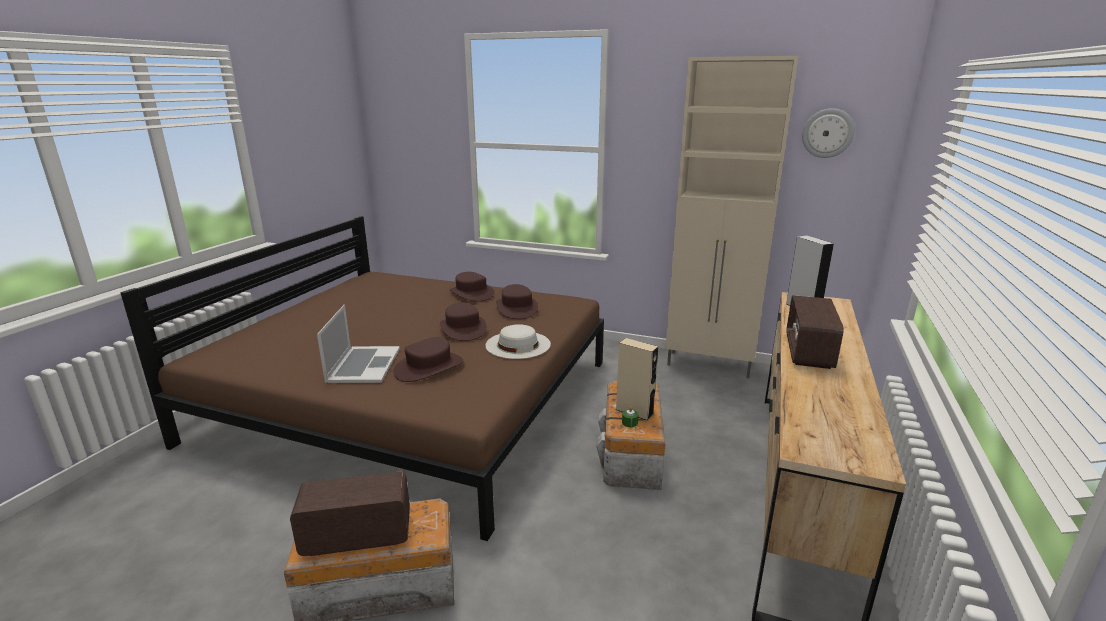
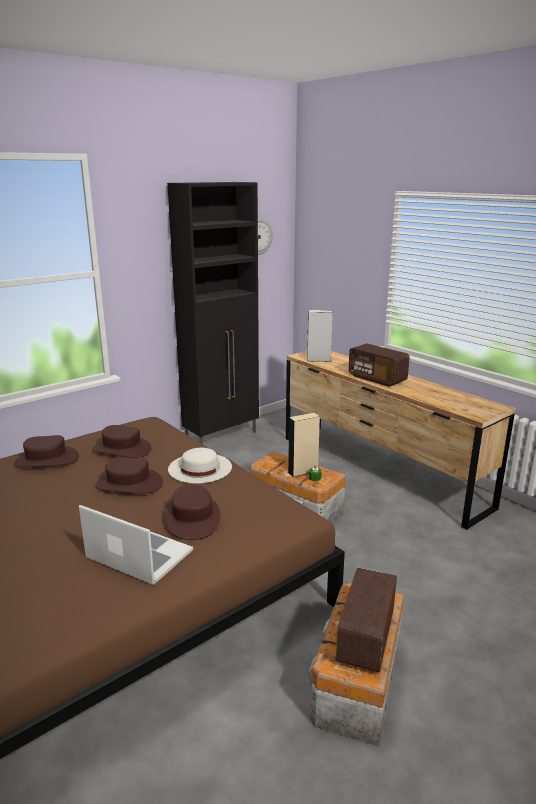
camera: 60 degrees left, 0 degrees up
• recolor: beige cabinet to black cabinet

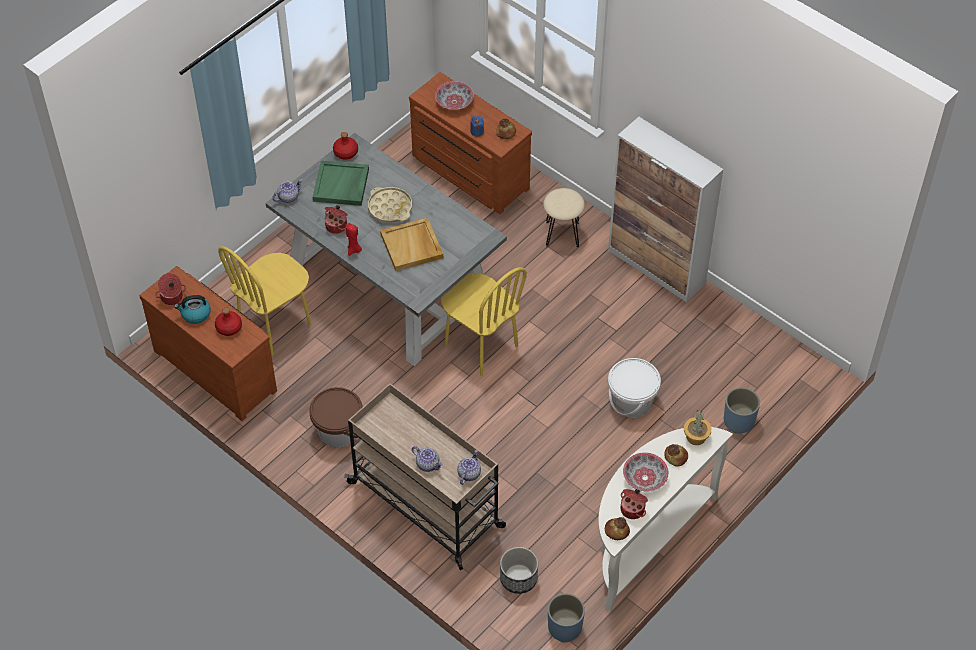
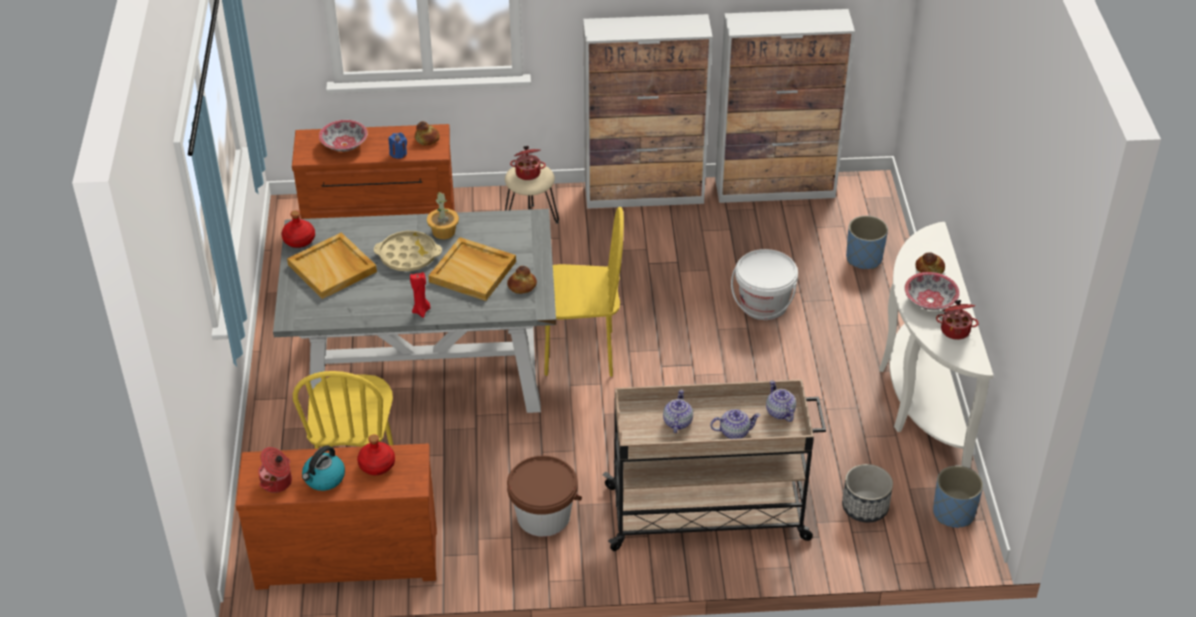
camera: 45 degrees left, 10 degrees down
• insert: cabinet (2nd from left)
• move: teapot (1st from left)
• move: cooking pot (2nd from left)
• move: bread (2nd from left)
• move: potted plant
• recolor: green tray to beige tray (1st from left)

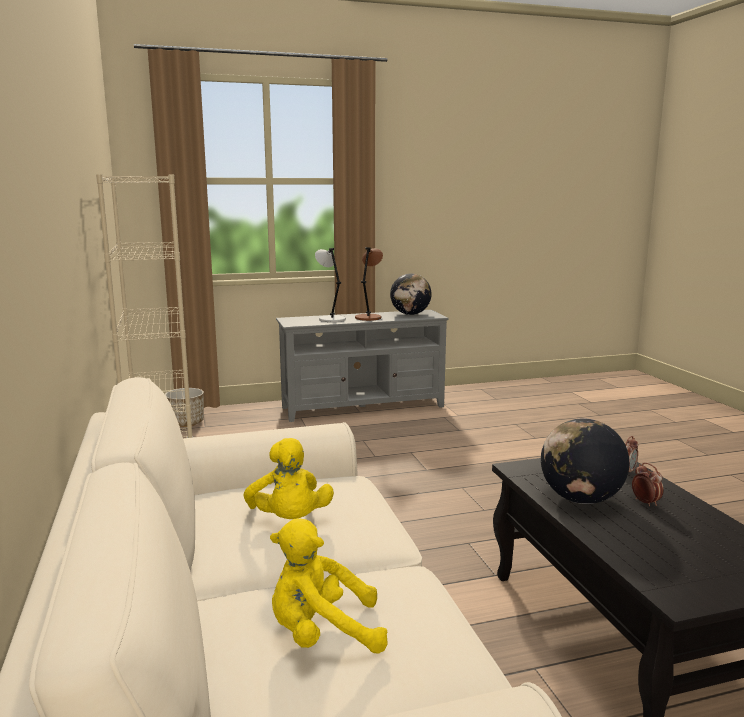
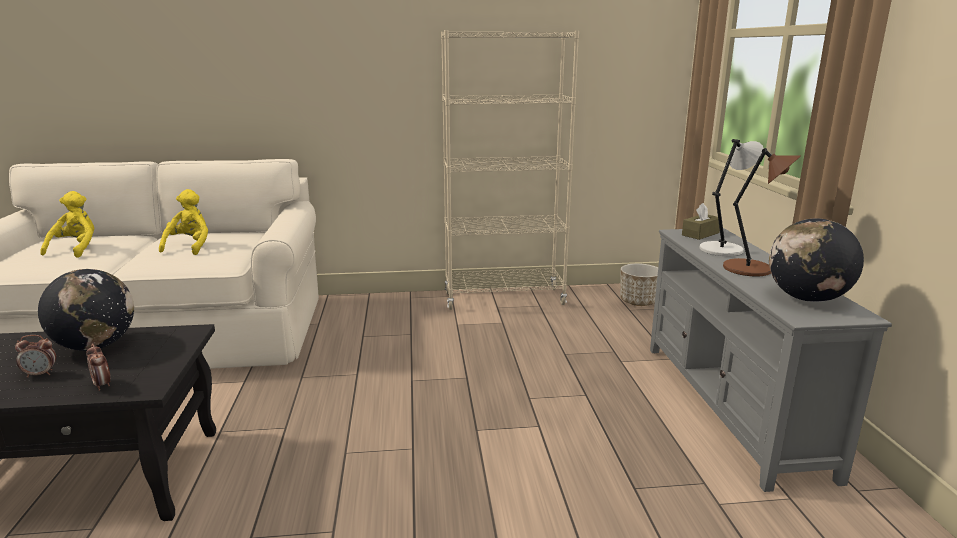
camera: 100 degrees right, 5 degrees up
• insert: brown tissue box
• rotate: yellow plush toy (1st from left in the first image) 105 degrees clockwise

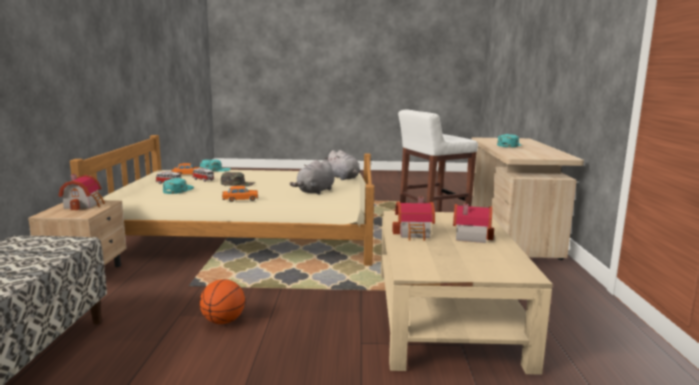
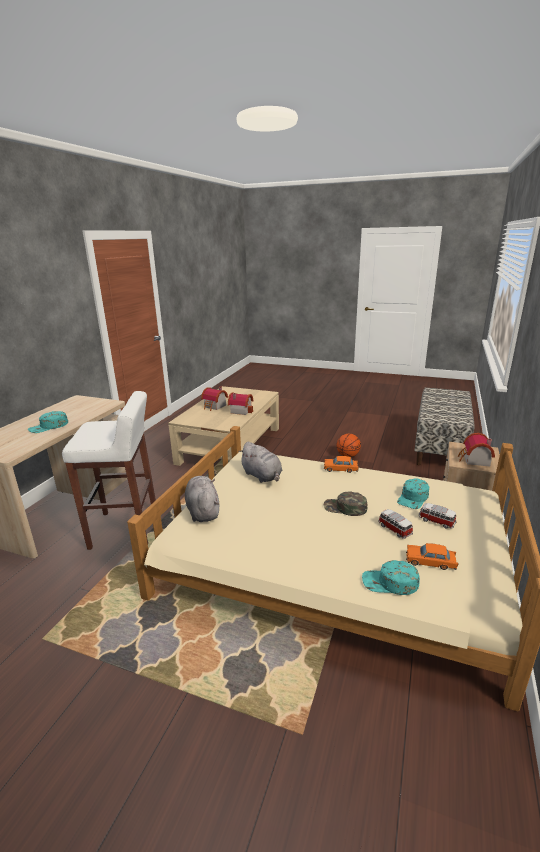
camera: 160 degrees left, 10 degrees up
• rotate: grey plush toy (1st from left in the first image) 90 degrees clockwise

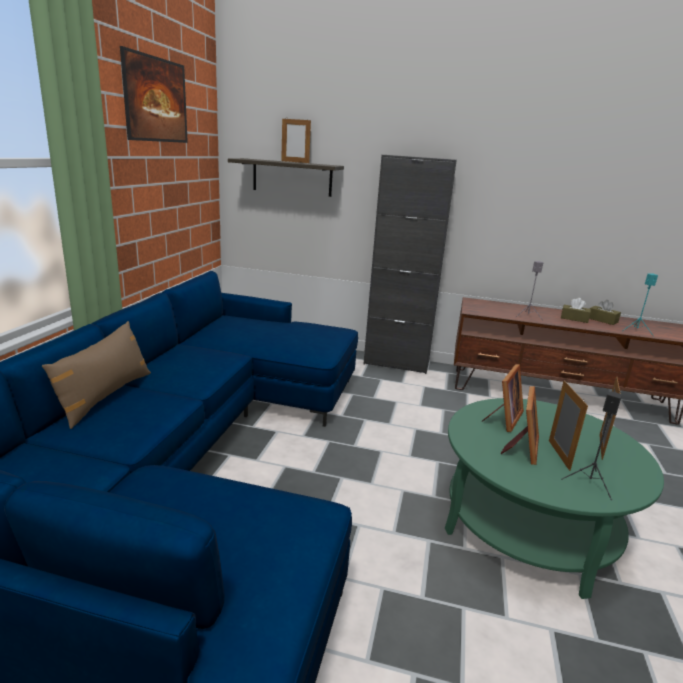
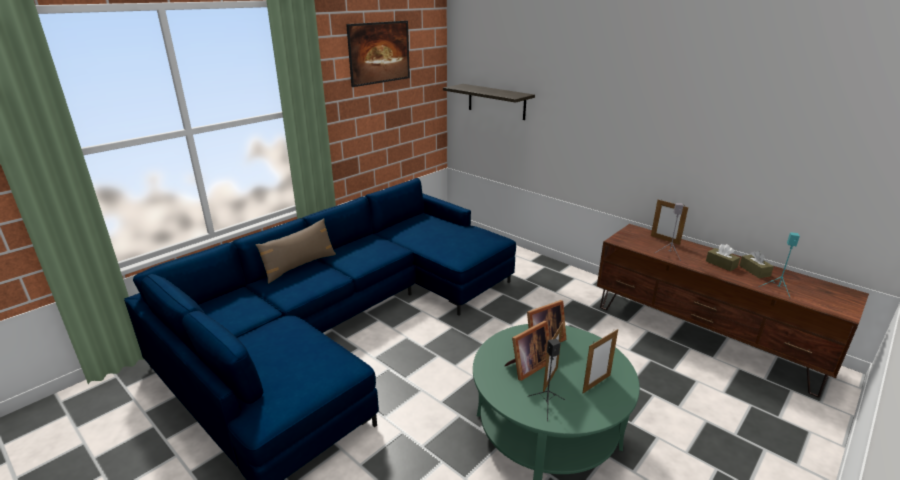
camera: 30 degrees right, 5 degrees up
• delete: black cabinet
• move: picture frame (1st from left in the first image) to picture frame (5th from left)

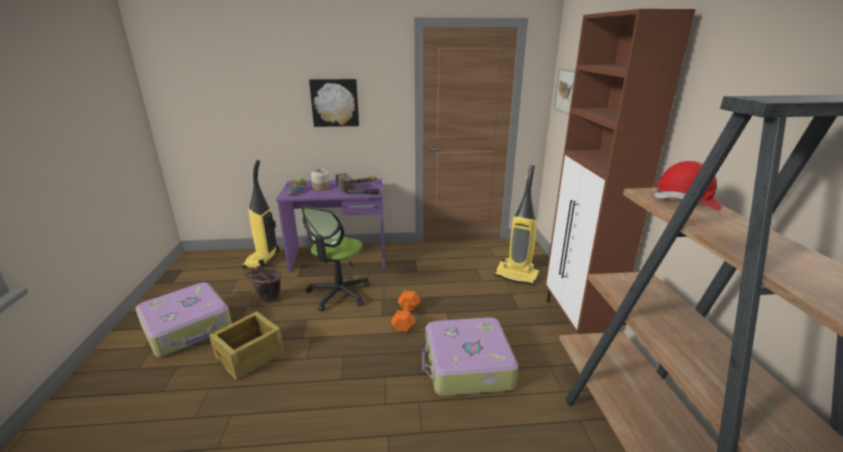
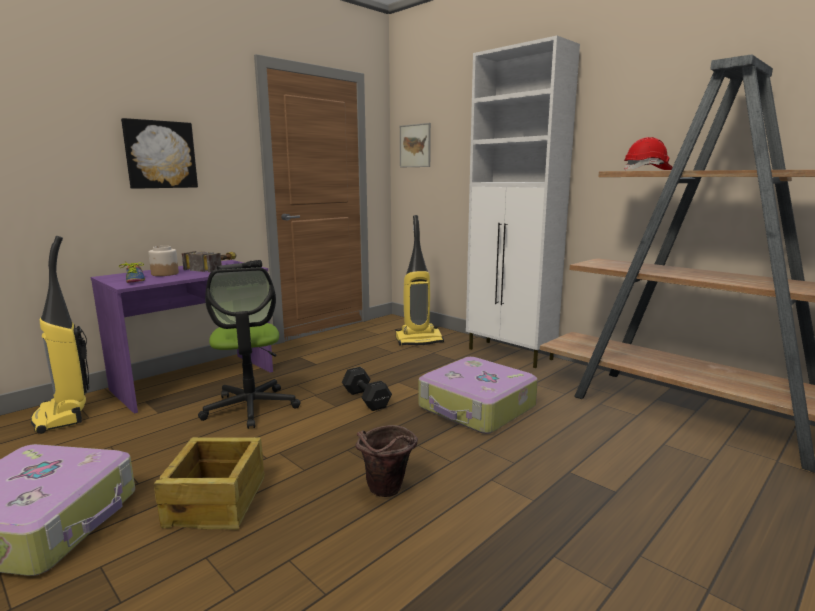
camera: 40 degrees left, 10 degrees down
• move: brown bucket
• recolor: orange dumbbell to black dumbbell
• recolor: brown cabinet to white cabinet

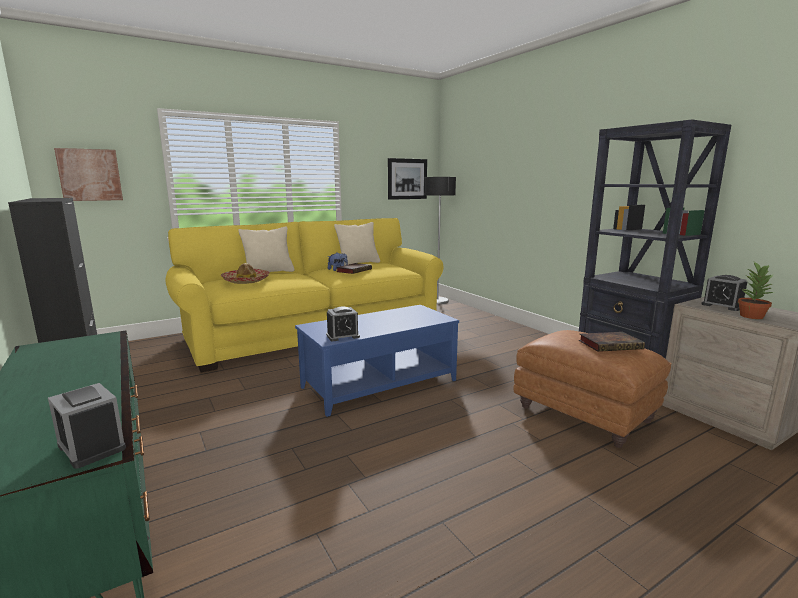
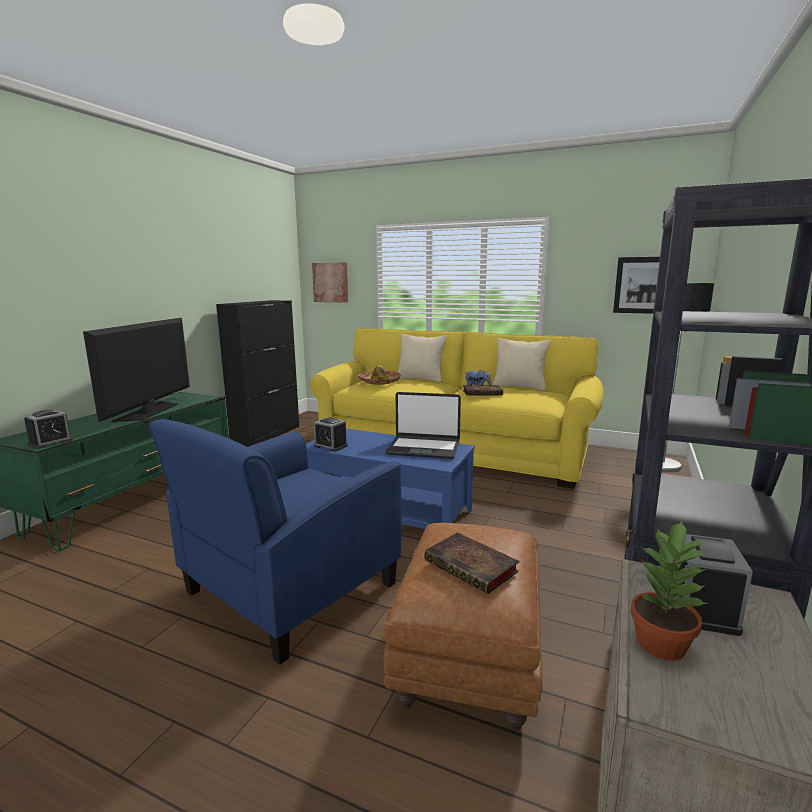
camera: 55 degrees right, 0 degrees up
• insert: television
• insert: blue armchair
• insert: laptop
• rotate: alarm clock (1st from left) 150 degrees counterclockwise

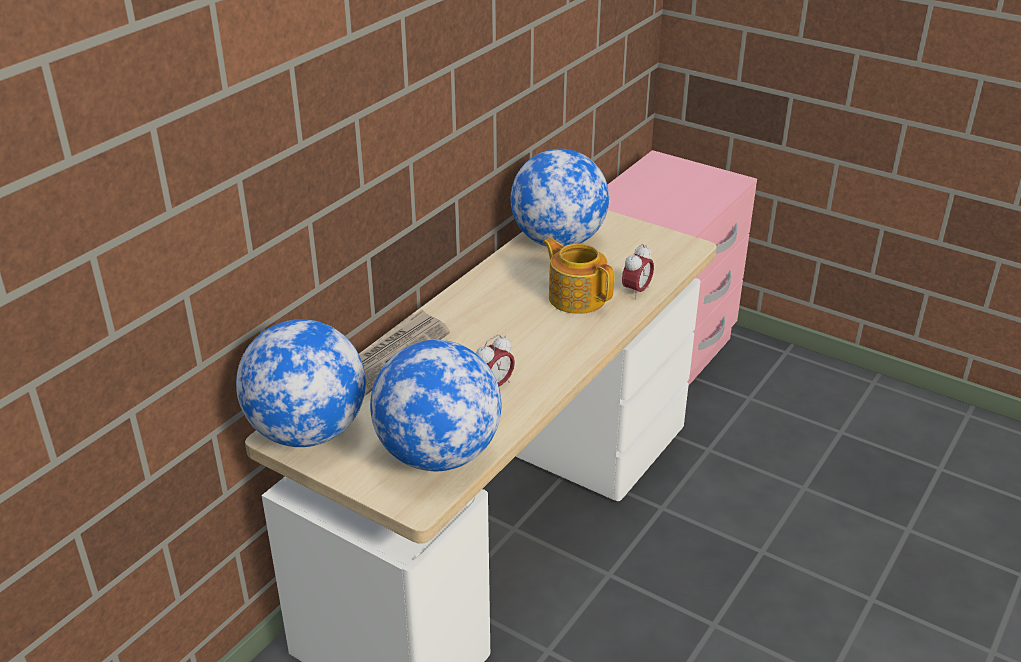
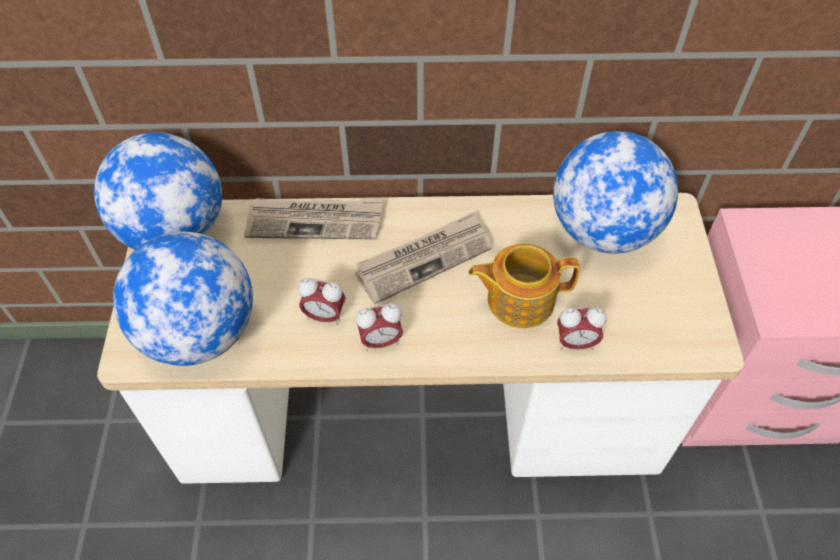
camera: 55 degrees right, 20 degrees up
• insert: newspaper (2nd from left)
• insert: alarm clock (2nd from left)
• rotate: teapot 105 degrees counterclockwise

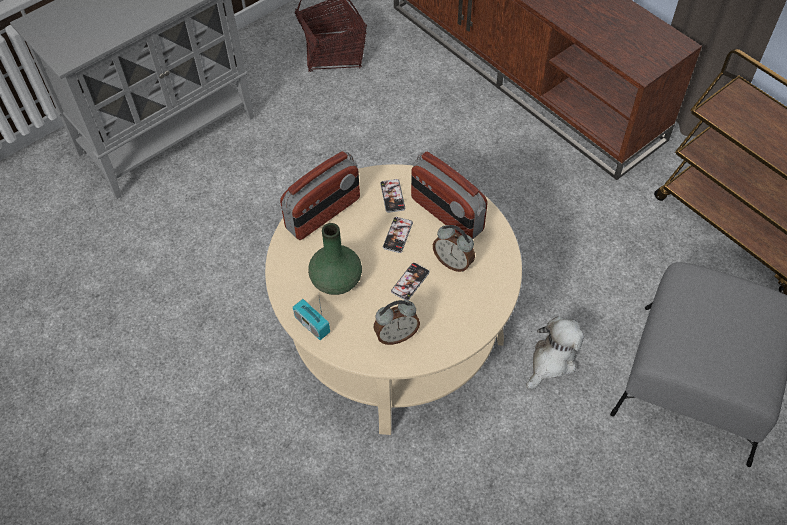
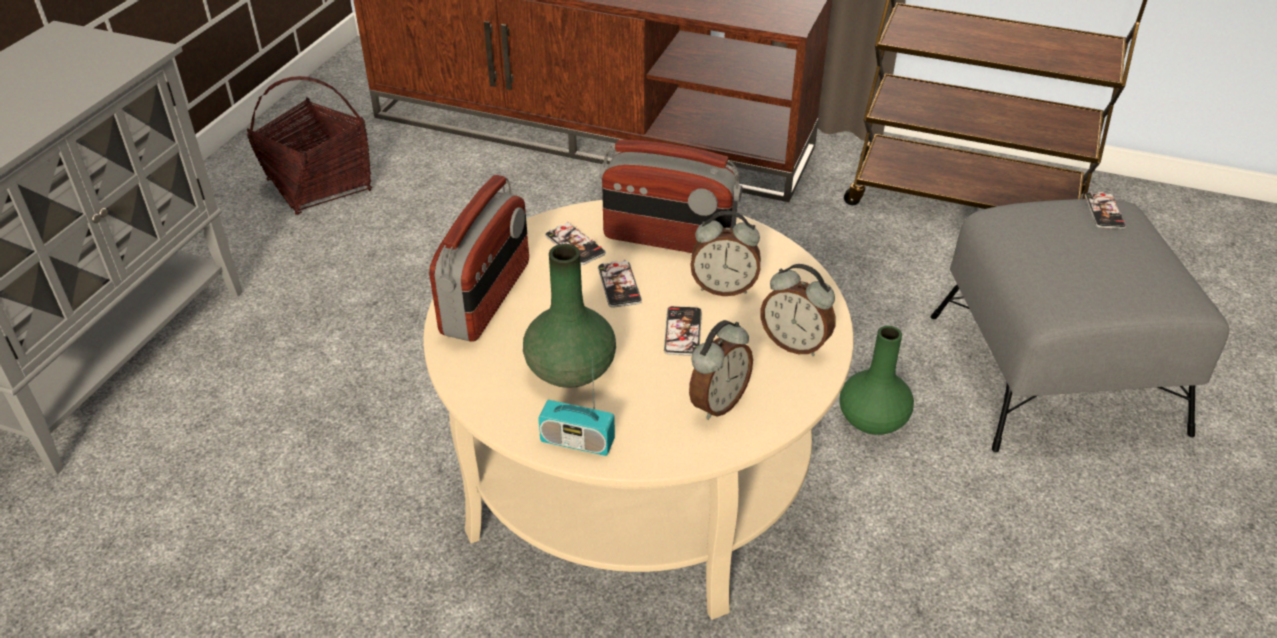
camera: 30 degrees left, 15 degrees down
• insert: alarm clock (3rd from left)
• insert: phone (4th from left)
• replace: plush toy to green vase (2nd from left)

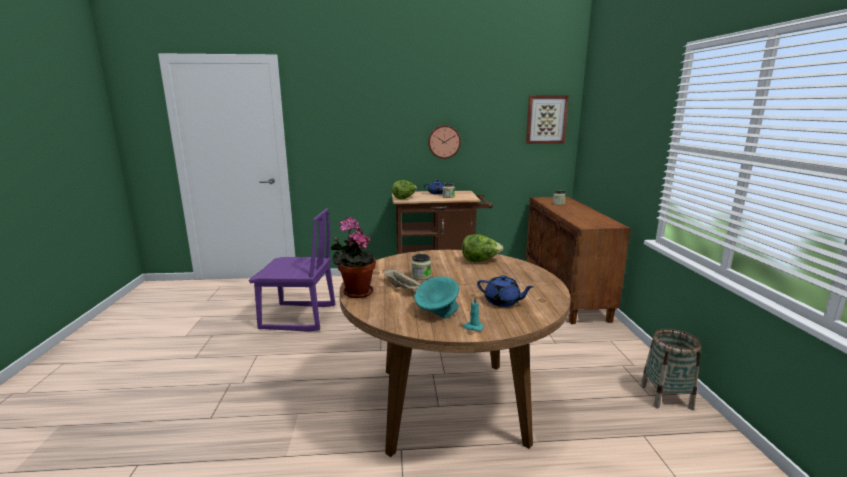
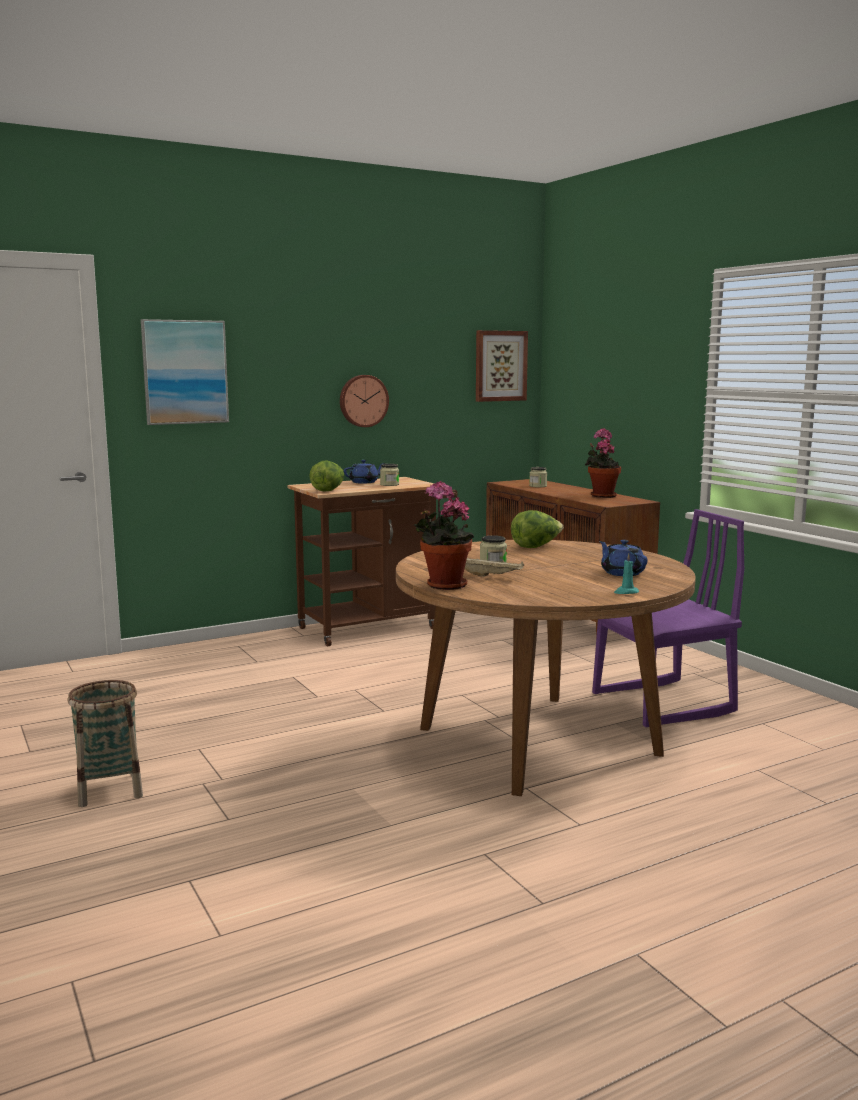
camera: 25 degrees left, 5 degrees down
• delete: turquoise bowl
• insert: picture (1st from left)
• insert: potted plant (2nd from left)
• move: purple chair
• move: basket
• rotate: blue teapot (2nd from left) 120 degrees counterclockwise

